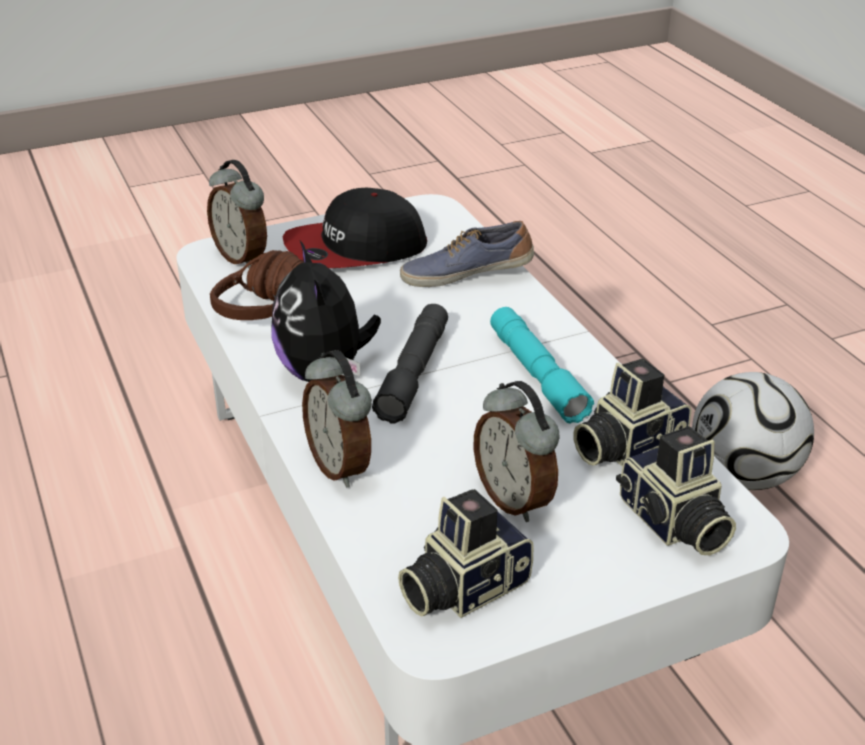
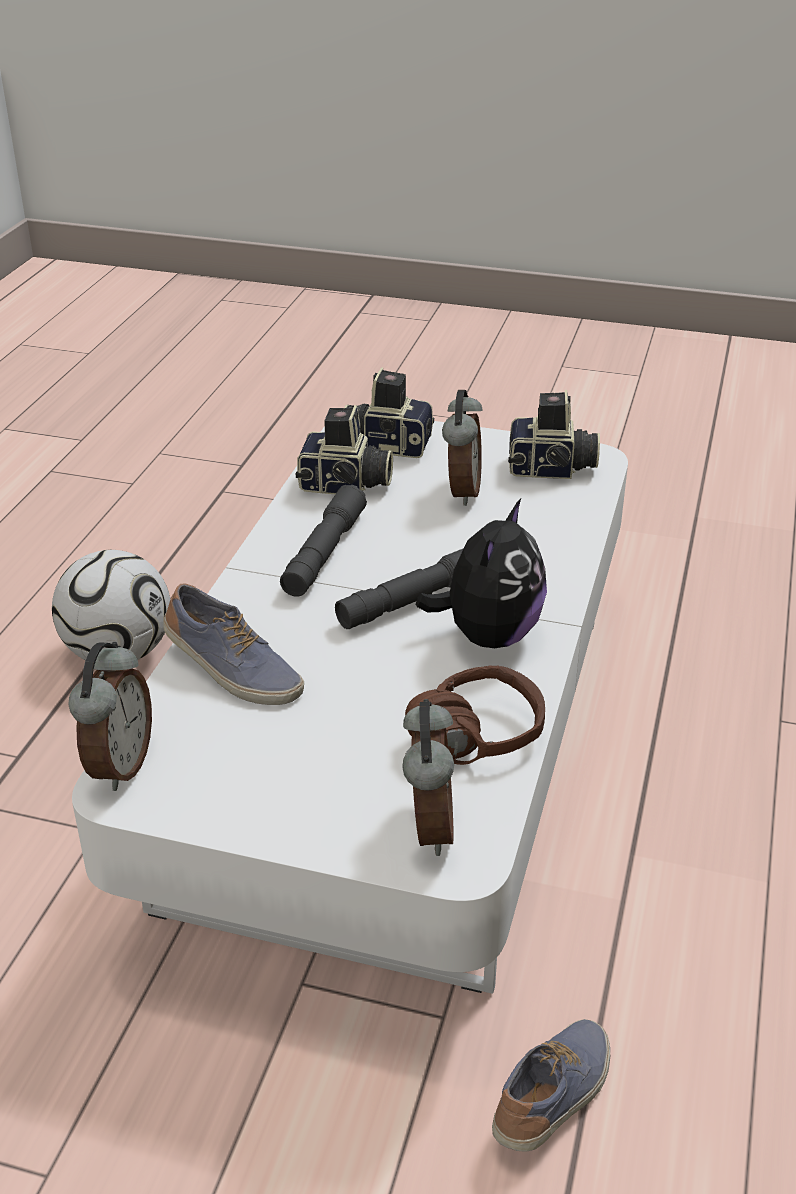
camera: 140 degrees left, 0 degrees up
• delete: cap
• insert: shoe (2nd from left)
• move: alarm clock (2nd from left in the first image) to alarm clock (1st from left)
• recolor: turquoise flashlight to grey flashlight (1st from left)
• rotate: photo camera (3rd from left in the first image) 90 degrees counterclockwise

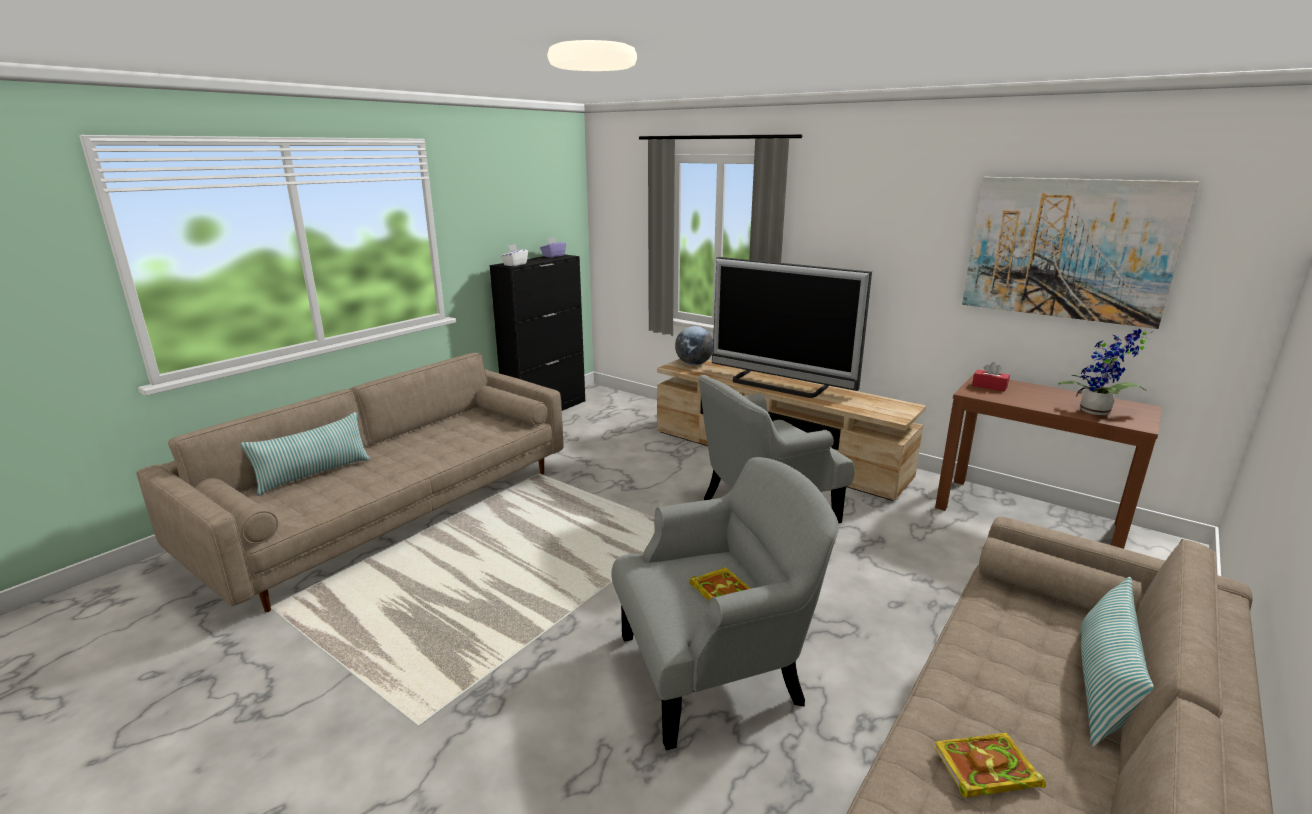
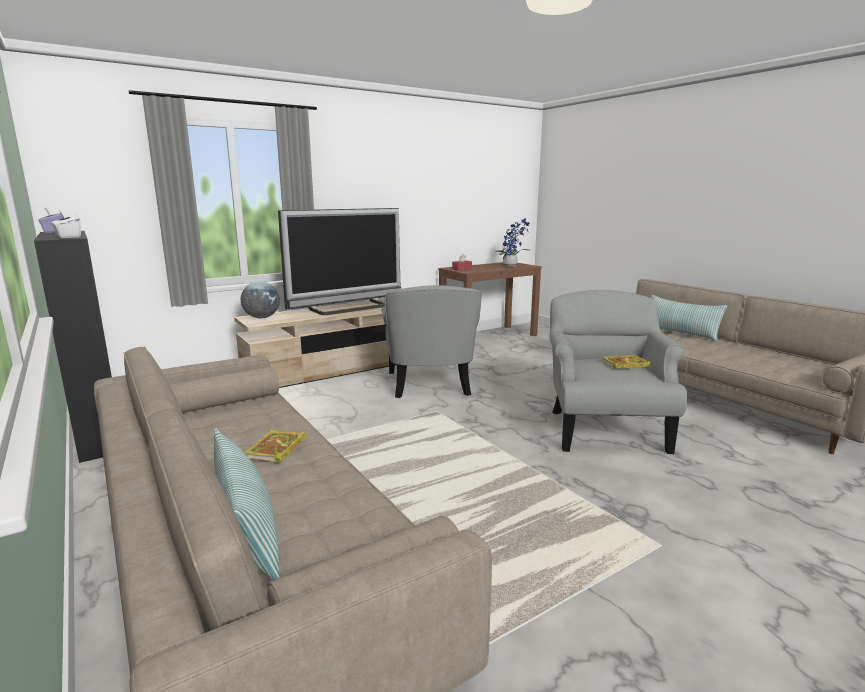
camera: 70 degrees left, 5 degrees down
• delete: picture
• move: book (2nd from left in the first image) to book (1st from left)

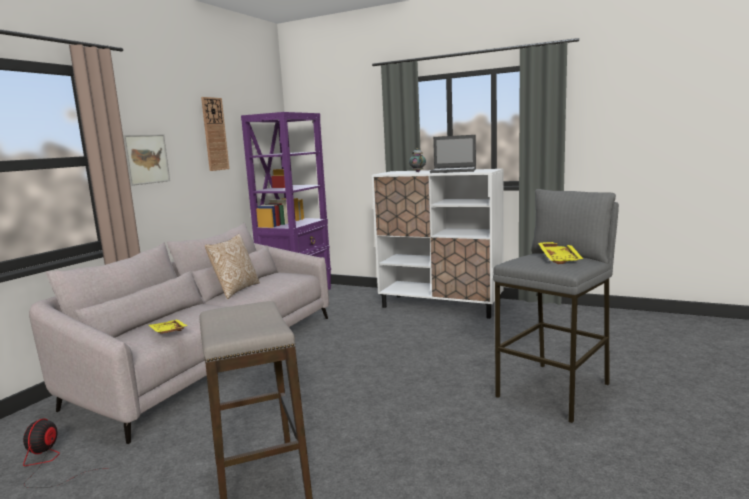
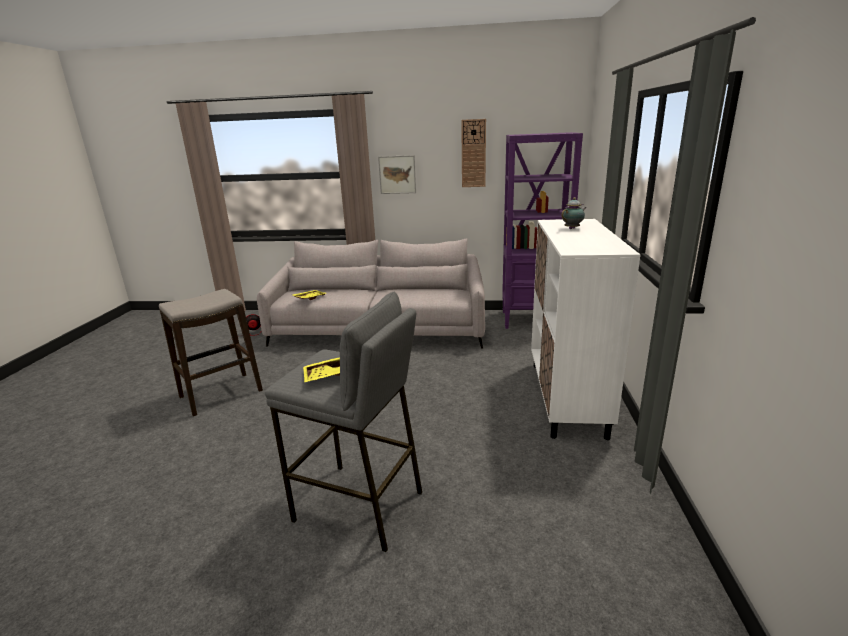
camera: 70 degrees right, 10 degrees up
• delete: pillow
• delete: laptop

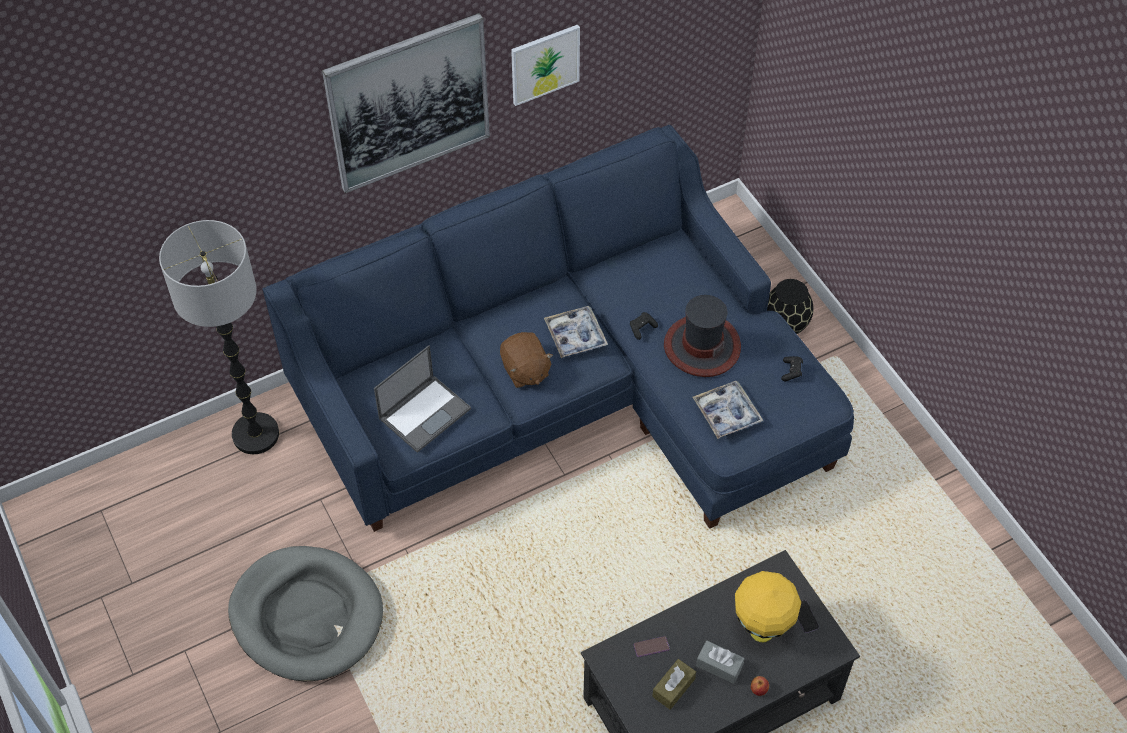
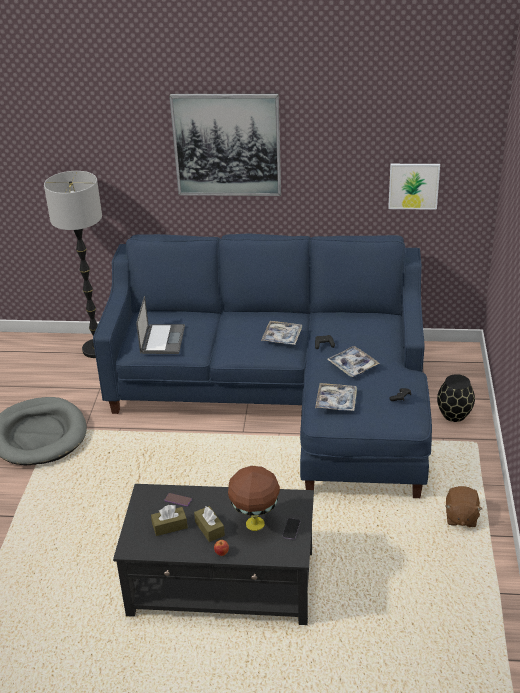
camera: 35 degrees right, 20 degrees down
• move: brown plush toy
• move: picture (2nd from left)
• replace: hat to tray (3rd from left)
• recolor: grey tissue box to brown tissue box (2nd from left)
• recolor: yellow table lamp to brown table lamp
• rotate: laptop 75 degrees counterclockwise

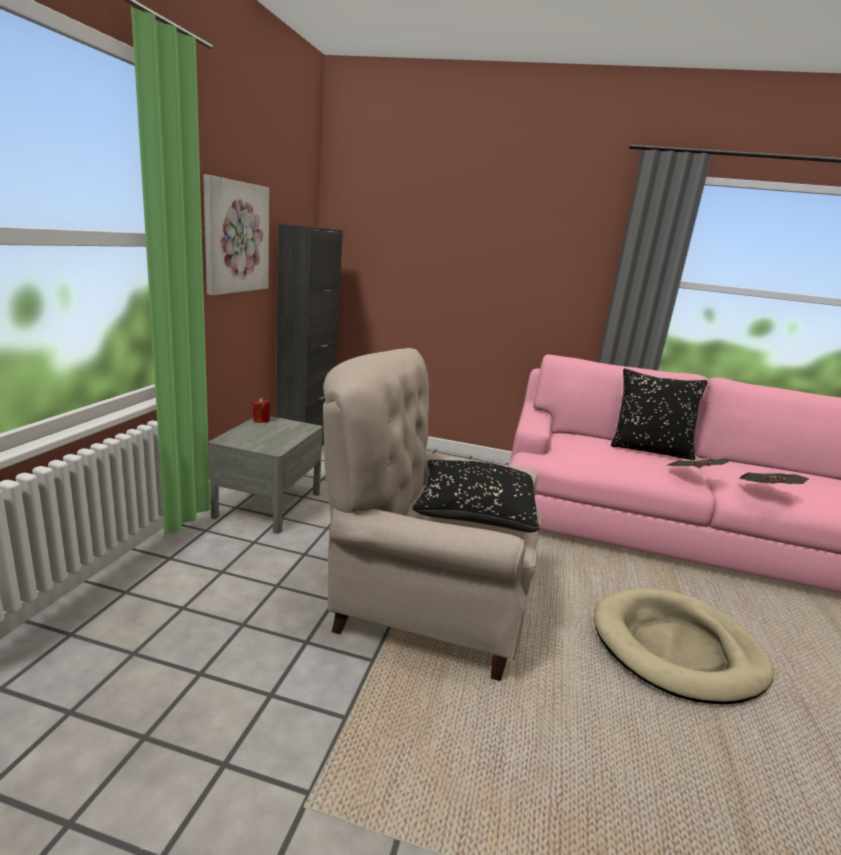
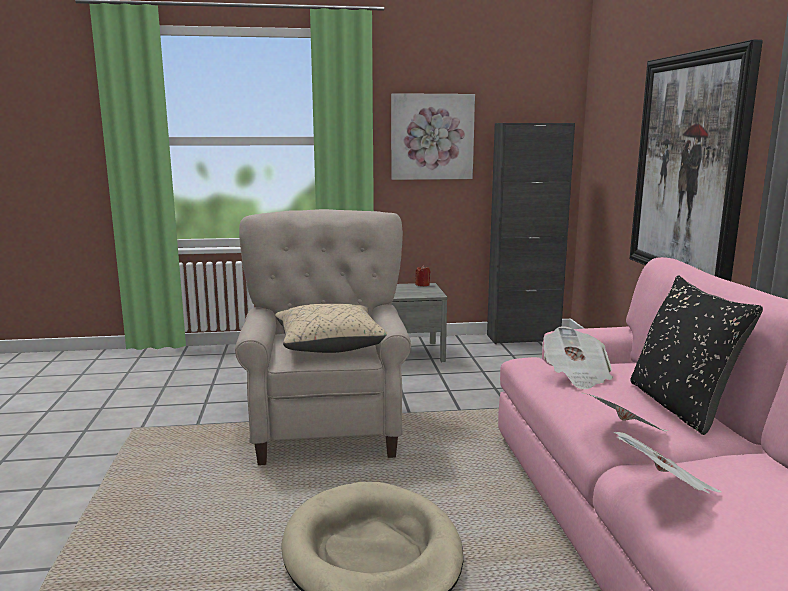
camera: 70 degrees right, 5 degrees down
• insert: newspaper (1st from left)
• insert: picture (2nd from left)
• recolor: black pillow (1st from left) to beige pillow

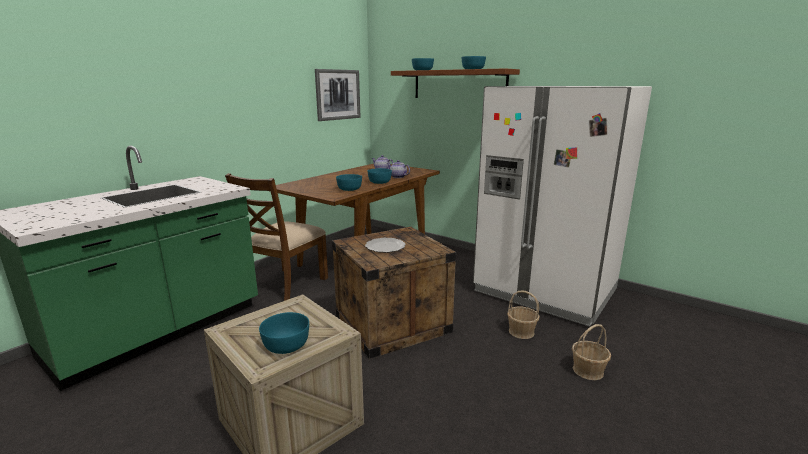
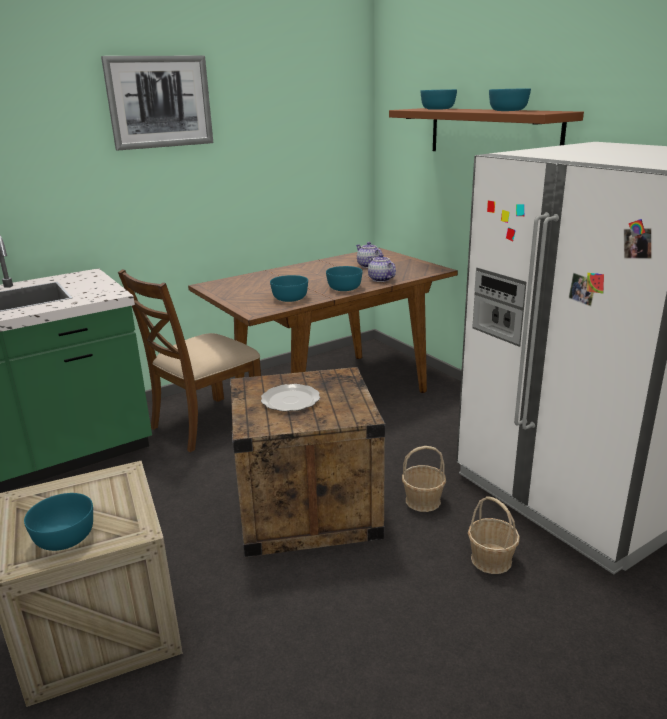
camera: 20 degrees right, 5 degrees up
• move: picture
• move: basket (2nd from left in the first image) to basket (1st from left)

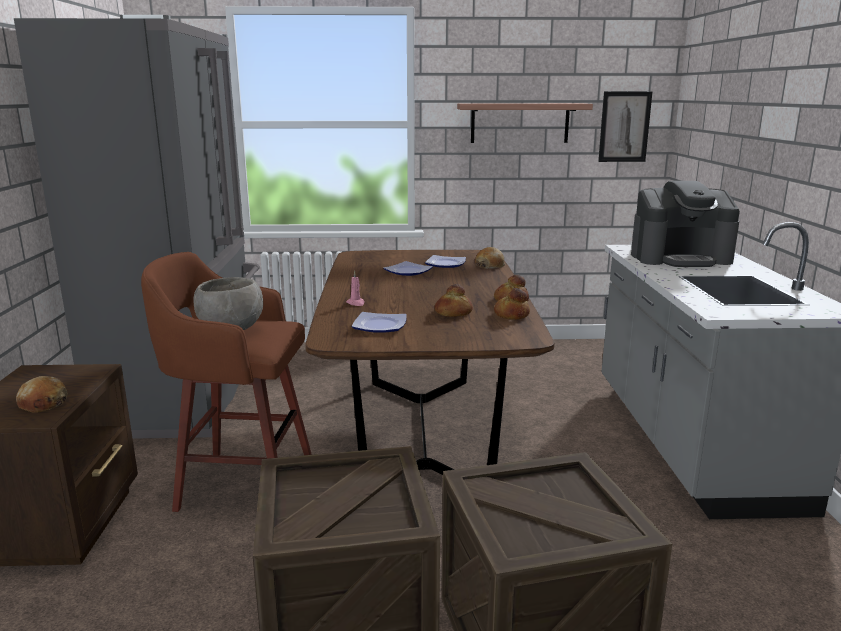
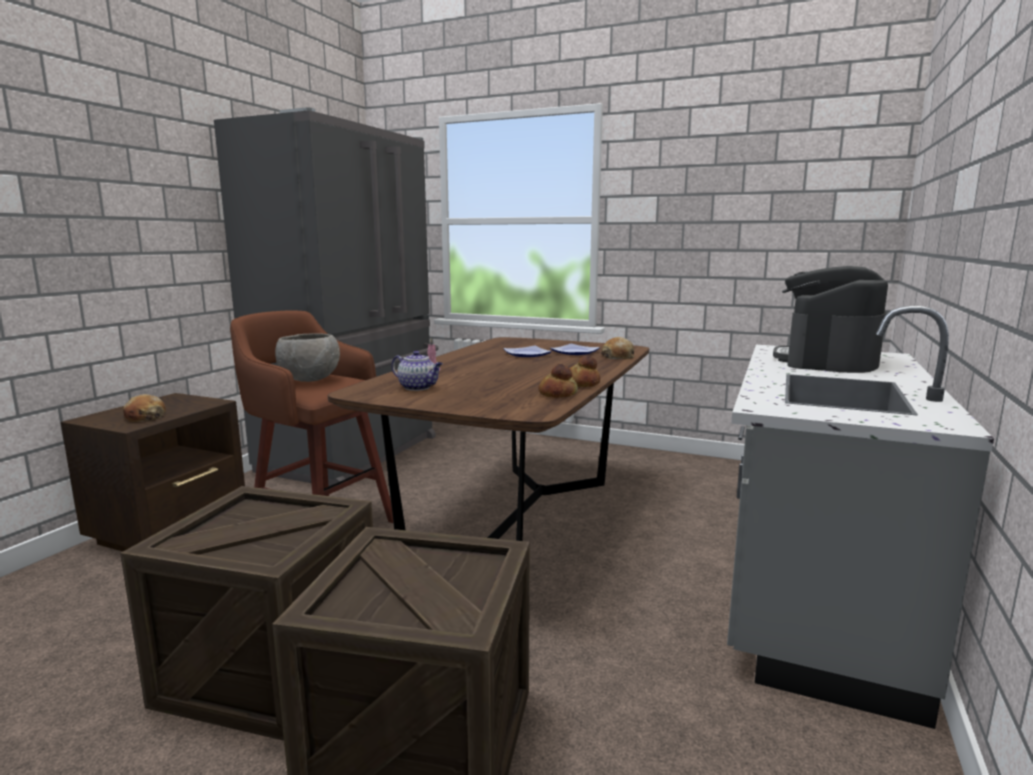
camera: 25 degrees right, 5 degrees down
• delete: bread (2nd from left)
• delete: shelf
• delete: picture
• replace: plate (1st from left) to teapot
• rotate: coffee machine 90 degrees clockwise

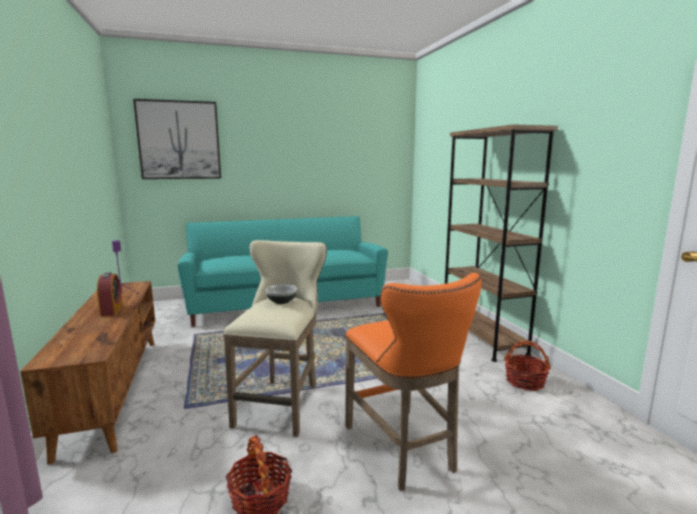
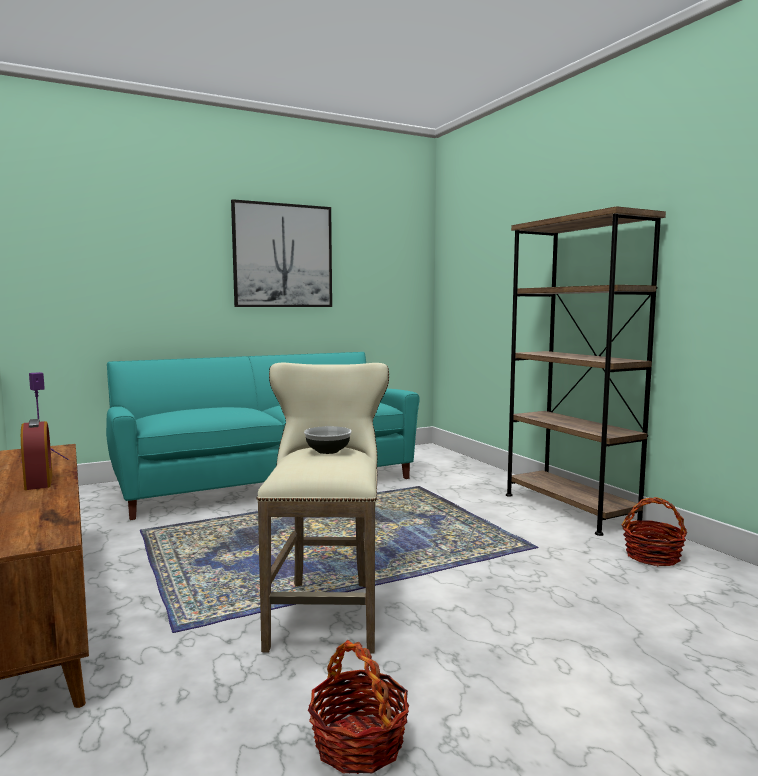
camera: 10 degrees left, 5 degrees down
• delete: orange stool
• move: picture

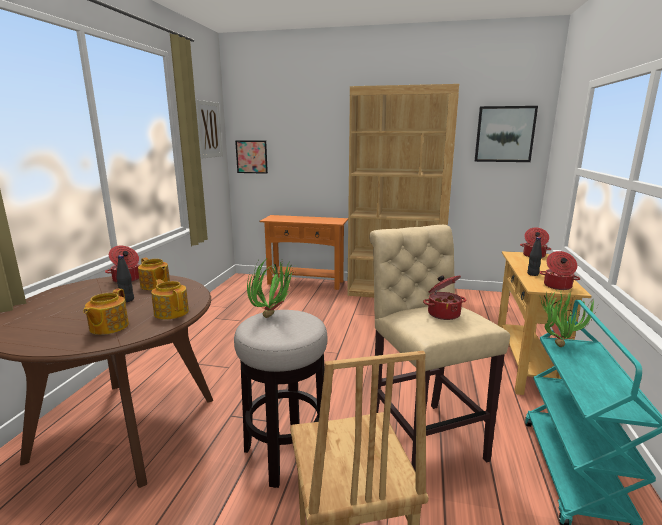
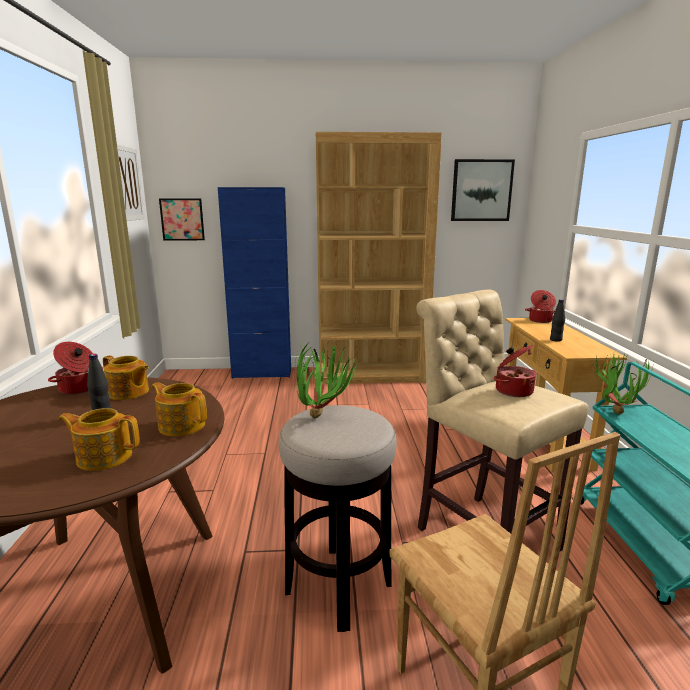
camera: 15 degrees left, 0 degrees up
• delete: cooking pot (4th from left)
• replace: orange console table to blue cabinet
• rotate: teapot (1st from left) 105 degrees clockwise

